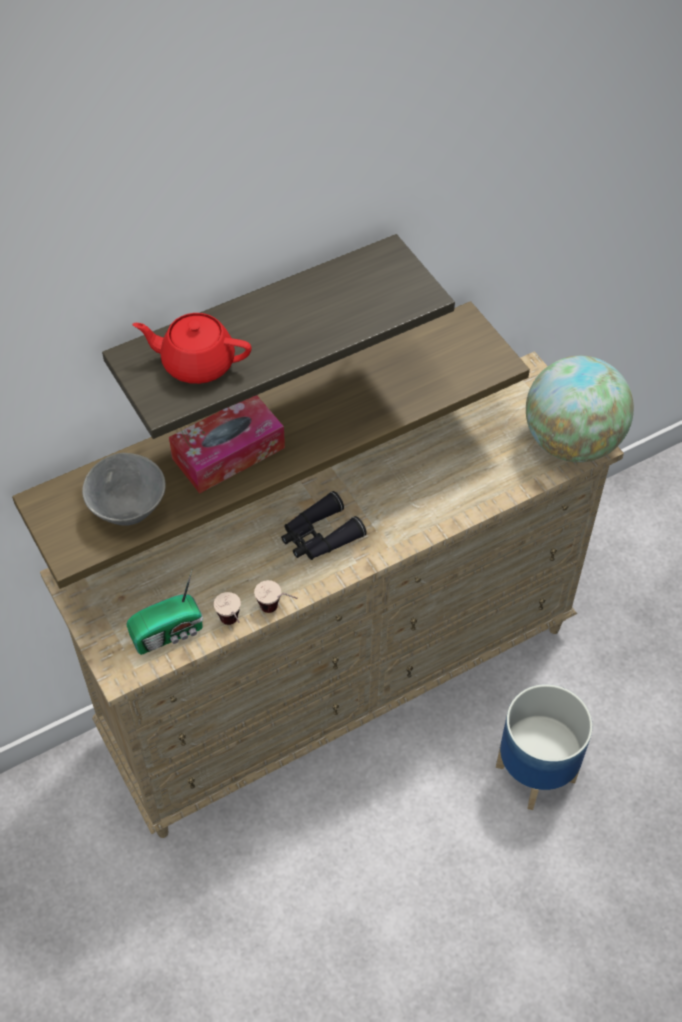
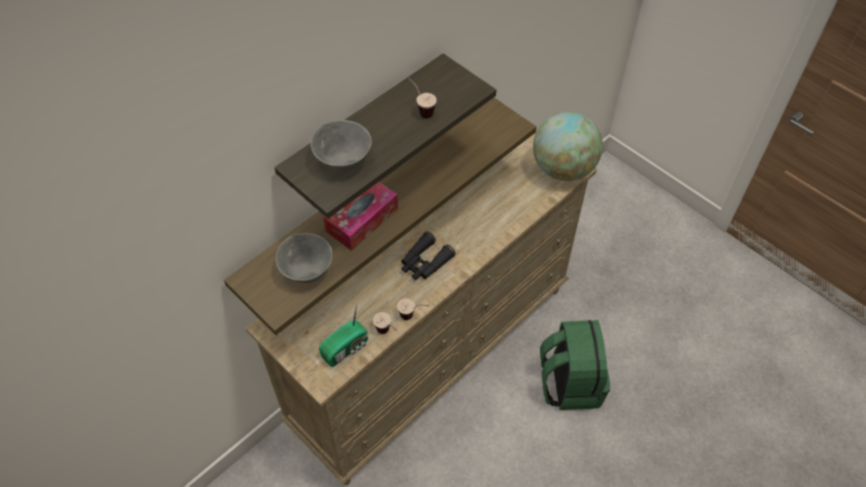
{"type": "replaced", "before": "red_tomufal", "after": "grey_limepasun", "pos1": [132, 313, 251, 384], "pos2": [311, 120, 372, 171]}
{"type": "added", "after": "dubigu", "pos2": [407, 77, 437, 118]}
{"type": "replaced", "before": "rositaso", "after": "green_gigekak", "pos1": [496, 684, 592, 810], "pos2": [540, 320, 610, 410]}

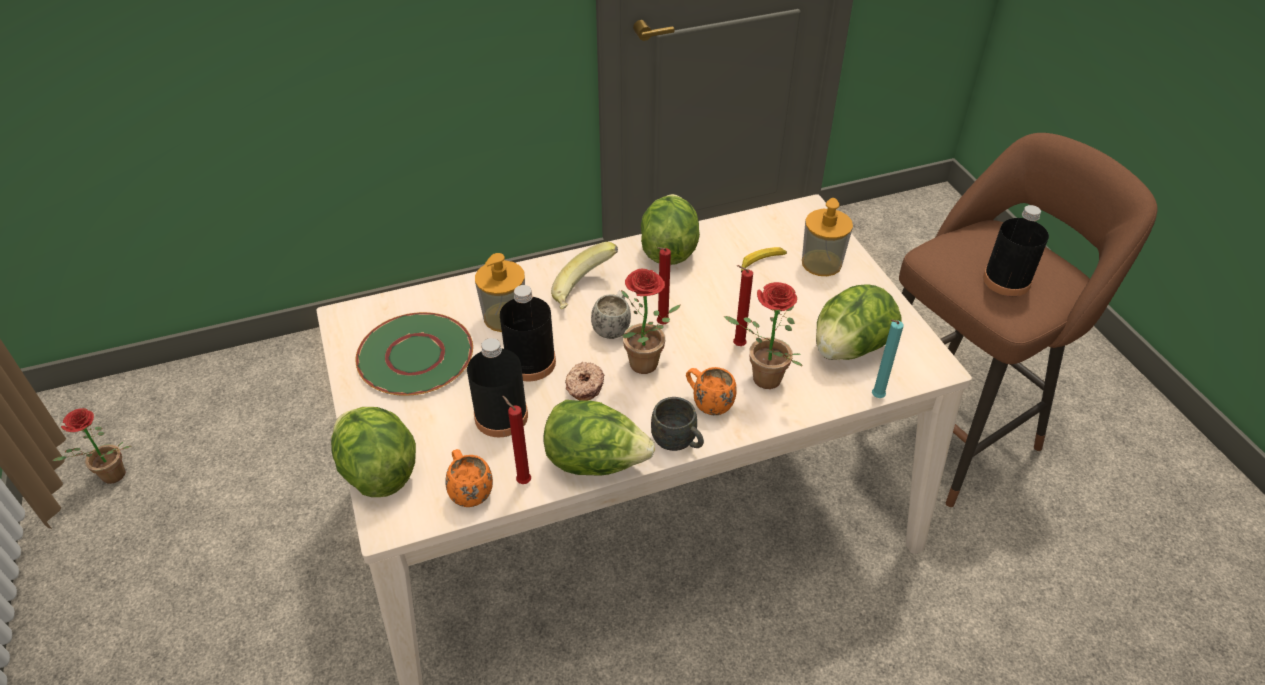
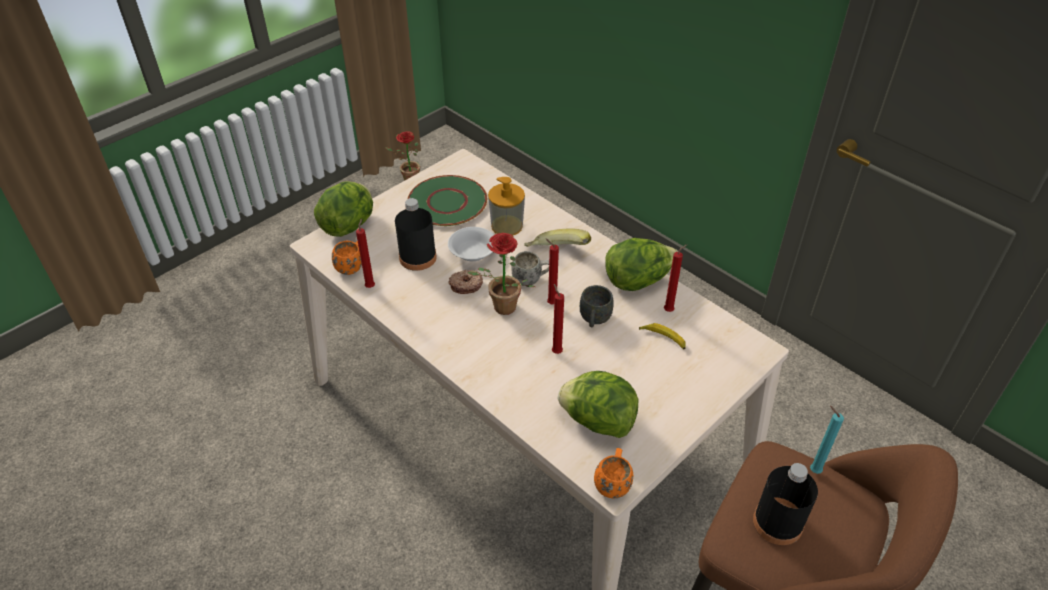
{"type": "replaced", "before": "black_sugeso", "after": "white_limepasun", "pos1": [500, 285, 556, 381], "pos2": [448, 227, 494, 261]}
{"type": "moved", "before": "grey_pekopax", "pos1": [651, 397, 704, 451], "pos2": [580, 285, 614, 327]}
{"type": "moved", "before": "orange_pekopax", "pos1": [686, 367, 737, 415], "pos2": [594, 448, 633, 499]}
{"type": "added", "after": "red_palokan", "pos2": [664, 245, 687, 312]}
{"type": "moved", "before": "turquoise_palokan", "pos1": [872, 319, 904, 398], "pos2": [810, 406, 844, 474]}
{"type": "removed", "before": "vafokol", "pos1": [543, 400, 655, 476]}
{"type": "removed", "before": "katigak", "pos1": [724, 282, 803, 389]}
{"type": "removed", "before": "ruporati", "pos1": [802, 198, 853, 276]}

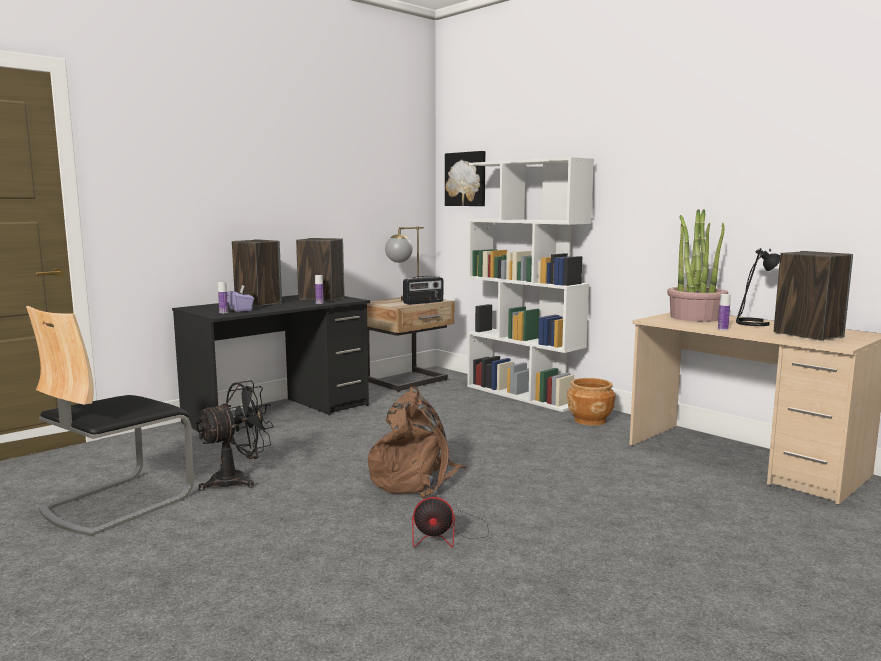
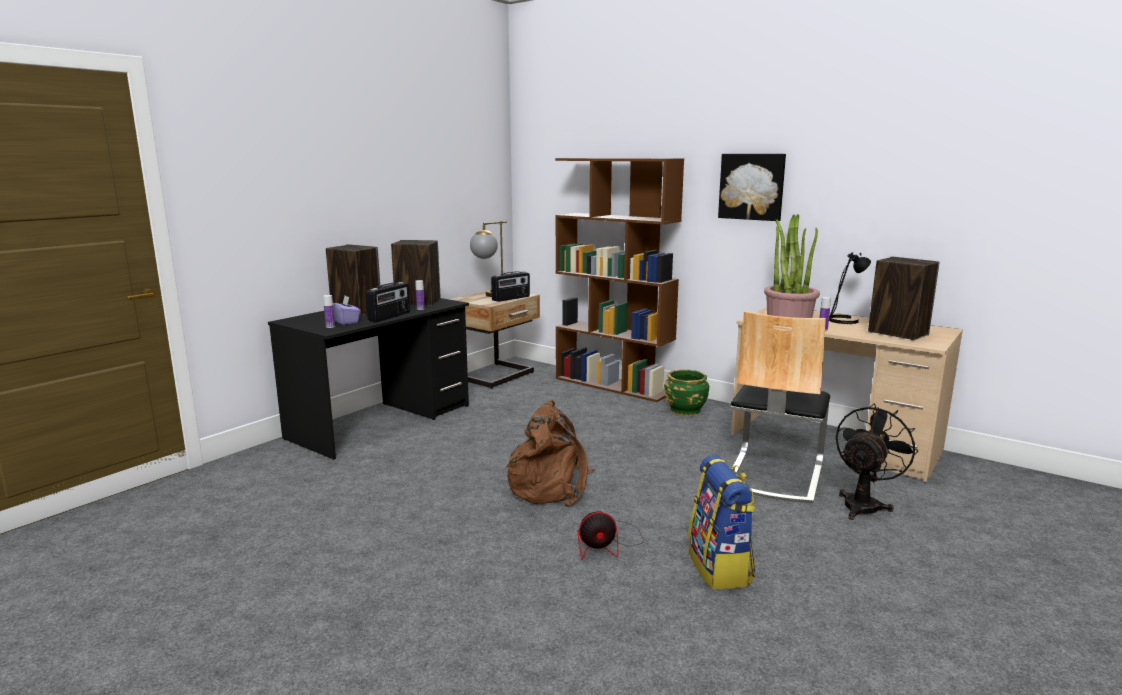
{"type": "added", "after": "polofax", "pos2": [366, 282, 410, 322]}
{"type": "recoloured", "before": "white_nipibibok", "after": "brown_nipibibok", "pos1": [467, 157, 594, 412], "pos2": [555, 158, 684, 402]}
{"type": "recoloured", "before": "brown_rositaso", "after": "green_rositaso", "pos1": [567, 378, 616, 426], "pos2": [664, 370, 709, 416]}
{"type": "added", "after": "gigekak", "pos2": [688, 455, 756, 589]}
{"type": "moved", "before": "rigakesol", "pos1": [445, 151, 485, 206], "pos2": [718, 154, 786, 221]}
{"type": "moved", "before": "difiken", "pos1": [26, 306, 194, 536], "pos2": [731, 311, 830, 503]}
{"type": "moved", "before": "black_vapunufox", "pos1": [195, 380, 274, 491], "pos2": [836, 404, 918, 520]}

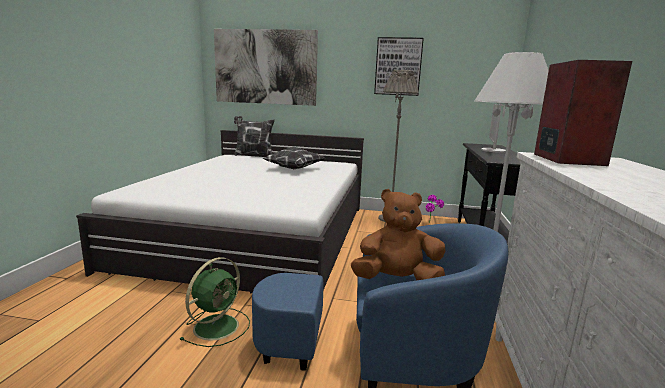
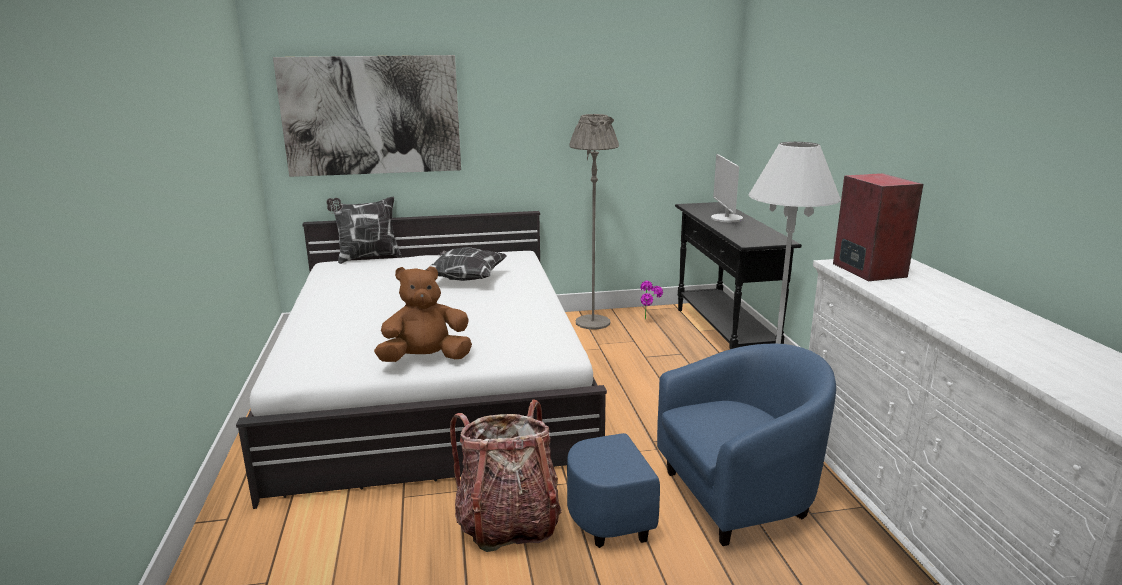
{"type": "moved", "before": "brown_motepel", "pos1": [351, 189, 446, 281], "pos2": [374, 266, 472, 362]}
{"type": "replaced", "before": "green_vapunufox", "after": "gigekak", "pos1": [179, 257, 250, 347], "pos2": [450, 400, 562, 552]}
{"type": "removed", "before": "rigakesol", "pos1": [374, 37, 424, 96]}

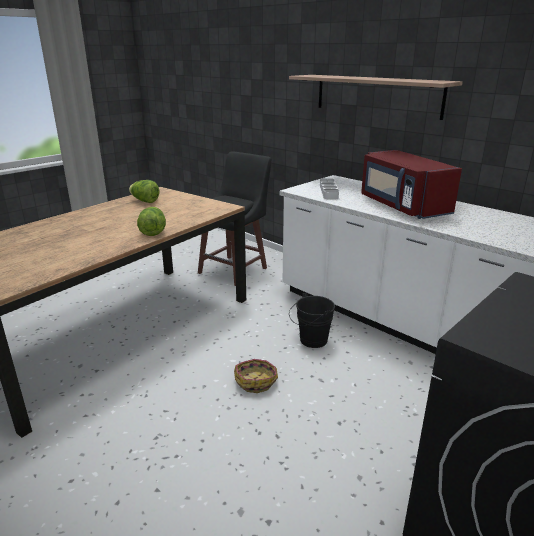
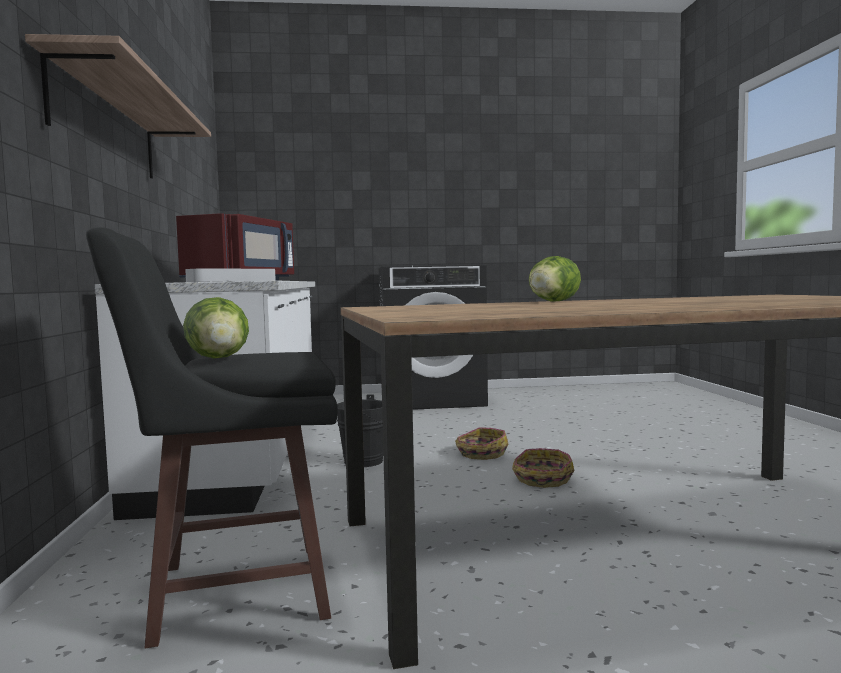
{"type": "moved", "before": "vafokol", "pos1": [129, 180, 159, 203], "pos2": [183, 297, 249, 358]}
{"type": "added", "after": "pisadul", "pos2": [512, 448, 574, 488]}

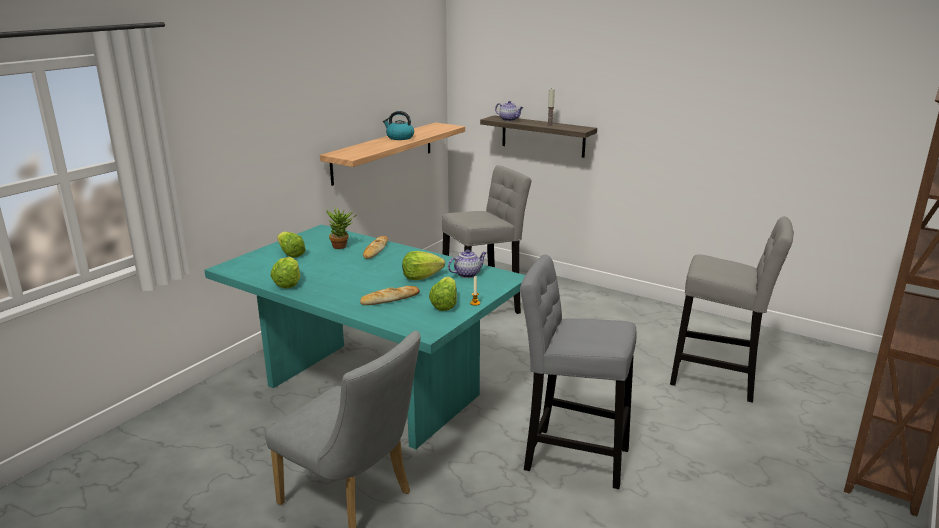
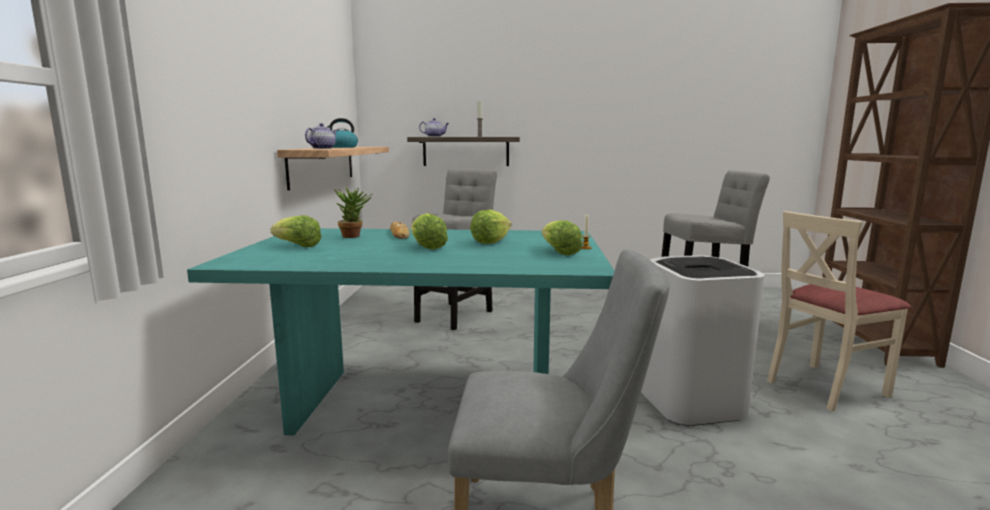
{"type": "moved", "before": "tomufal", "pos1": [448, 250, 487, 278], "pos2": [305, 123, 338, 149]}
{"type": "moved", "before": "vafokol", "pos1": [270, 257, 300, 289], "pos2": [411, 213, 448, 249]}
{"type": "replaced", "before": "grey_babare", "after": "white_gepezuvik", "pos1": [520, 254, 637, 489], "pos2": [641, 255, 764, 426]}
{"type": "added", "after": "beige_difiken", "pos2": [767, 211, 911, 411]}
{"type": "removed", "before": "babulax", "pos1": [360, 286, 420, 305]}

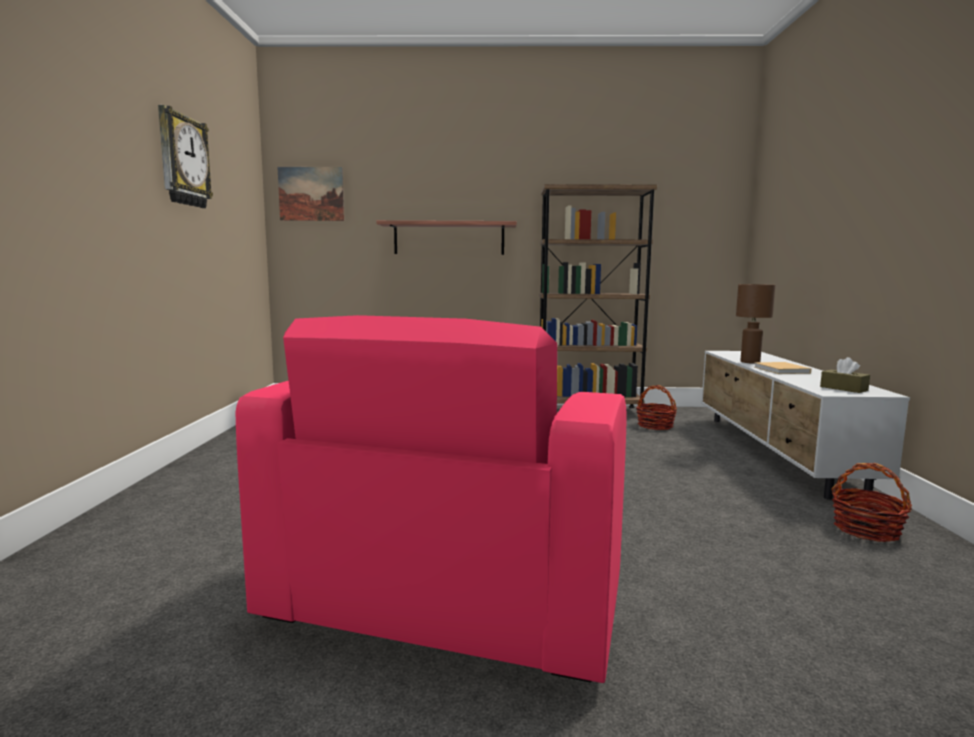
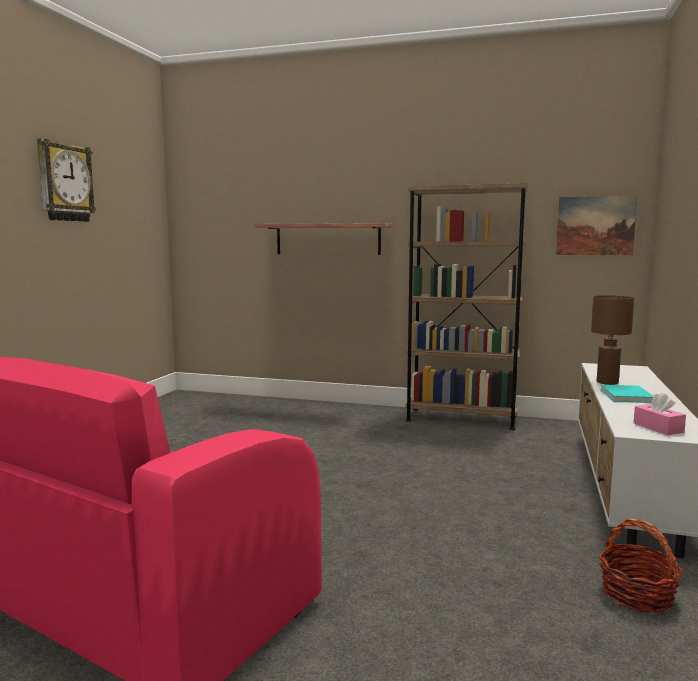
{"type": "moved", "before": "rigakesol", "pos1": [278, 167, 344, 221], "pos2": [556, 196, 637, 255]}
{"type": "recoloured", "before": "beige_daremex", "after": "turquoise_daremex", "pos1": [754, 362, 812, 374], "pos2": [600, 385, 653, 403]}
{"type": "recoloured", "before": "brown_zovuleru", "after": "pink_zovuleru", "pos1": [820, 357, 870, 393], "pos2": [633, 392, 686, 435]}
{"type": "removed", "before": "pisadul", "pos1": [636, 385, 677, 430]}

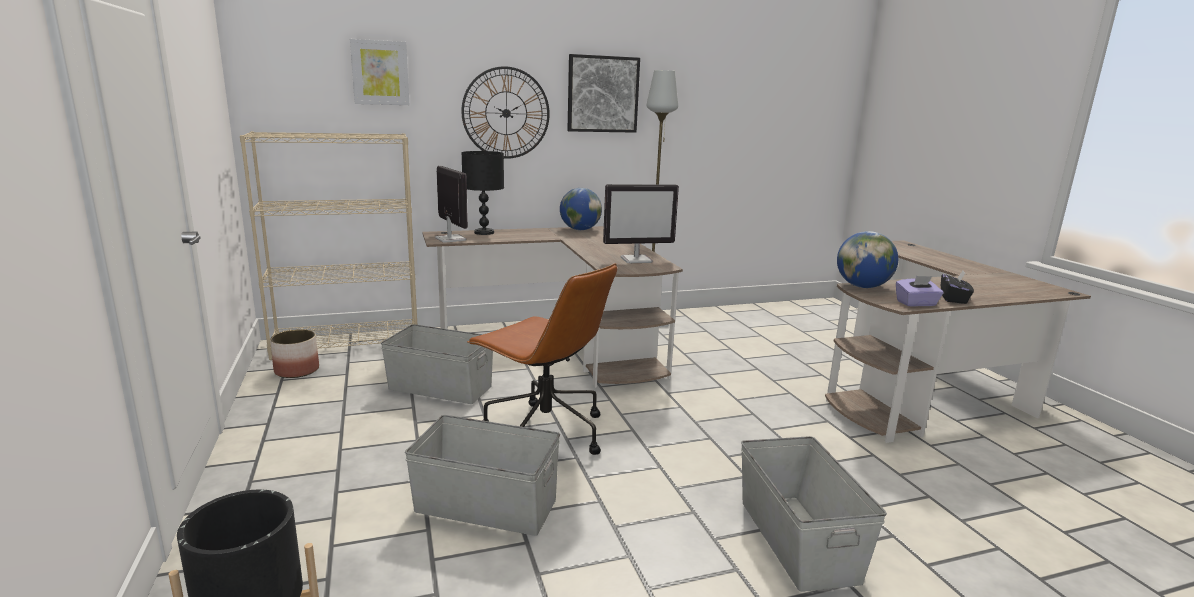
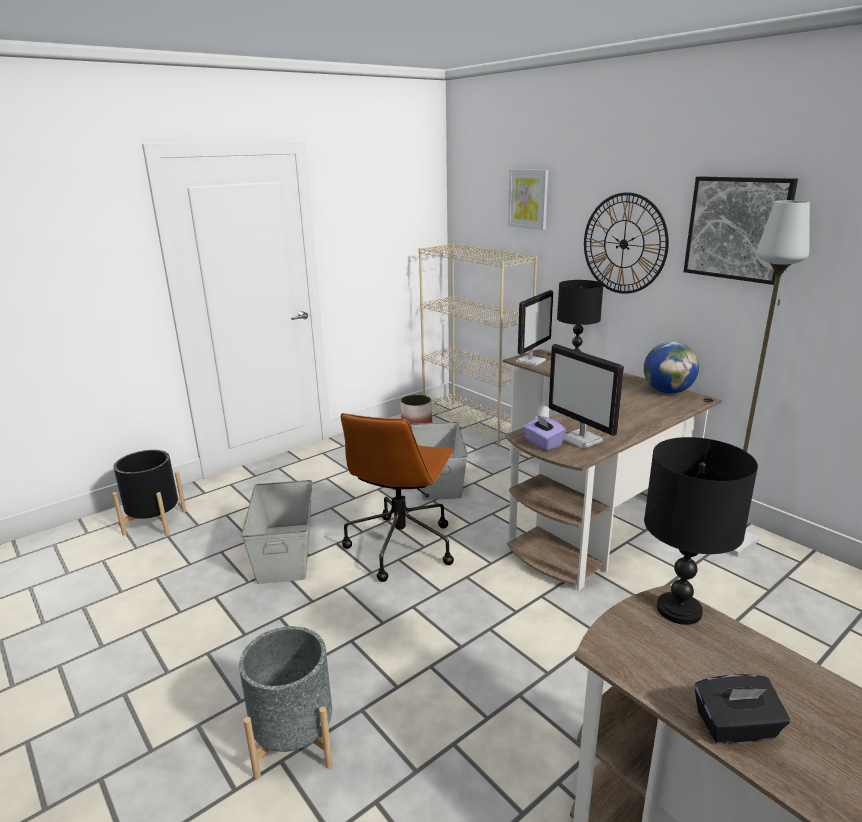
{"type": "replaced", "before": "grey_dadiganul", "after": "grey_rositaso", "pos1": [741, 436, 887, 592], "pos2": [239, 626, 333, 780]}
{"type": "moved", "before": "purple_zovuleru", "pos1": [896, 276, 943, 307], "pos2": [523, 415, 566, 451]}
{"type": "replaced", "before": "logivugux", "after": "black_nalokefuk", "pos1": [837, 231, 898, 288], "pos2": [644, 437, 758, 625]}

